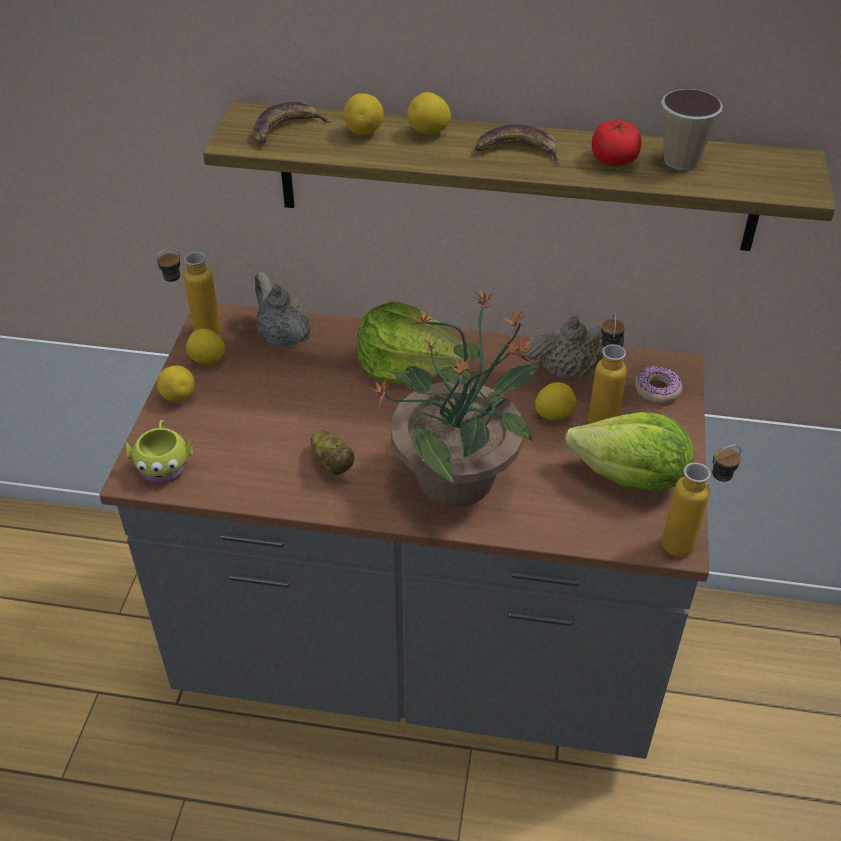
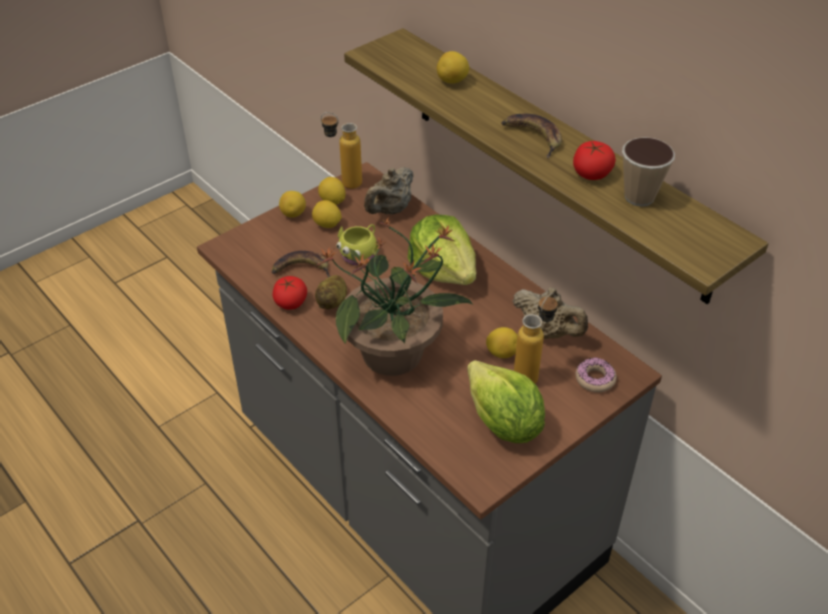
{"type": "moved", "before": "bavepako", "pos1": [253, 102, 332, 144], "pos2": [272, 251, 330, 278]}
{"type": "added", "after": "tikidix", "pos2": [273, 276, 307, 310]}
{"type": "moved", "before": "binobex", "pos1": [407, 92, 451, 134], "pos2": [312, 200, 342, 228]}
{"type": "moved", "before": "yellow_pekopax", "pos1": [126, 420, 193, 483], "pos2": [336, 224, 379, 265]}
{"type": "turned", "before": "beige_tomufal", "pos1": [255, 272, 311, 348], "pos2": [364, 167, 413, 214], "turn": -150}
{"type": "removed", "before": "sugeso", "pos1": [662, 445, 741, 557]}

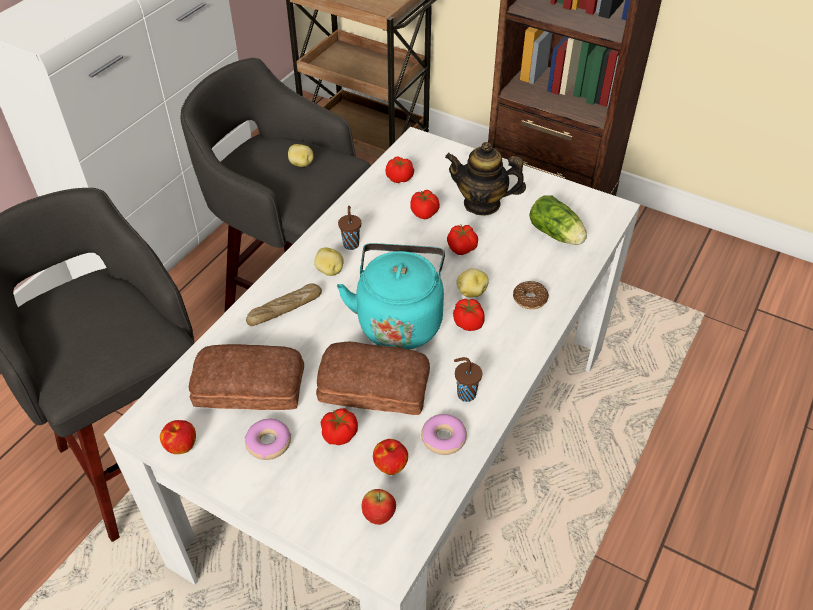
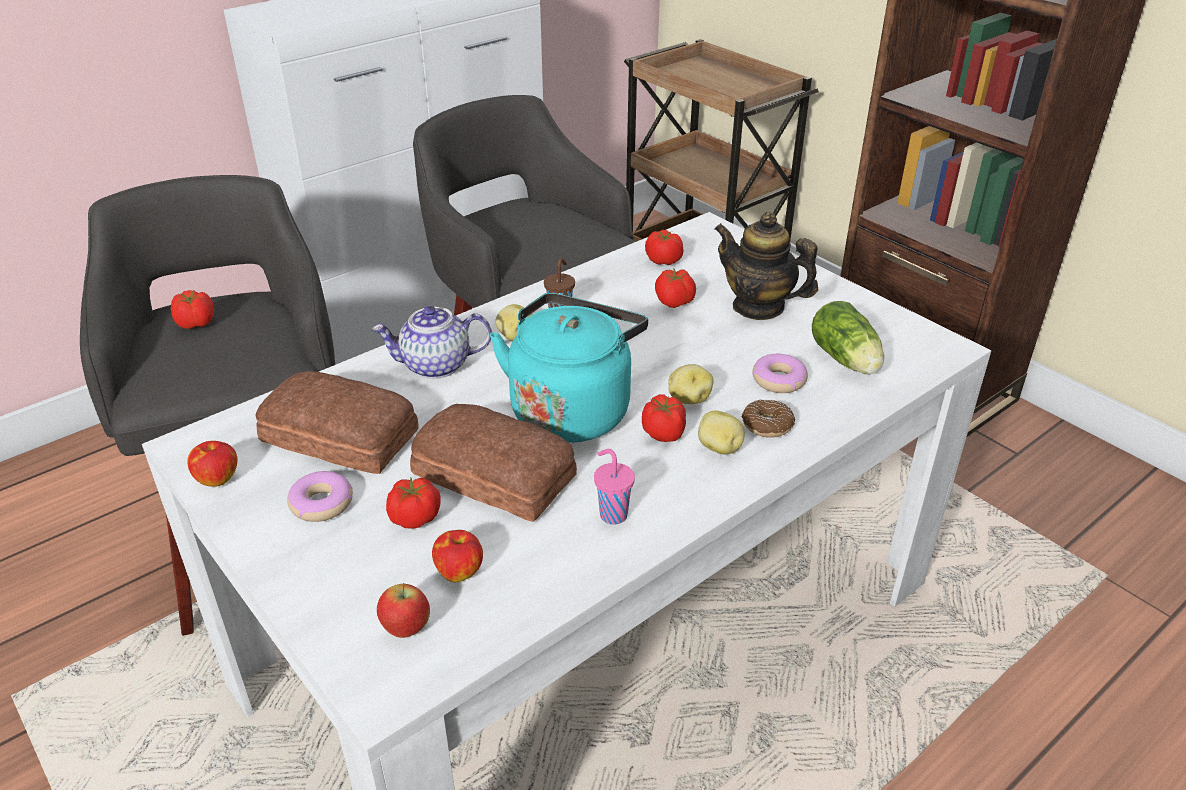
{"type": "moved", "before": "tikidix", "pos1": [447, 225, 478, 255], "pos2": [171, 290, 214, 329]}
{"type": "replaced", "before": "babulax", "after": "tomufal", "pos1": [246, 283, 322, 326], "pos2": [372, 306, 492, 379]}
{"type": "recoloured", "before": "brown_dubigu", "after": "pink_dubigu", "pos1": [454, 357, 482, 402], "pos2": [594, 449, 635, 525]}
{"type": "moved", "before": "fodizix", "pos1": [288, 144, 313, 167], "pos2": [698, 411, 745, 454]}
{"type": "moved", "before": "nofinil", "pos1": [421, 414, 467, 455], "pos2": [753, 354, 808, 393]}

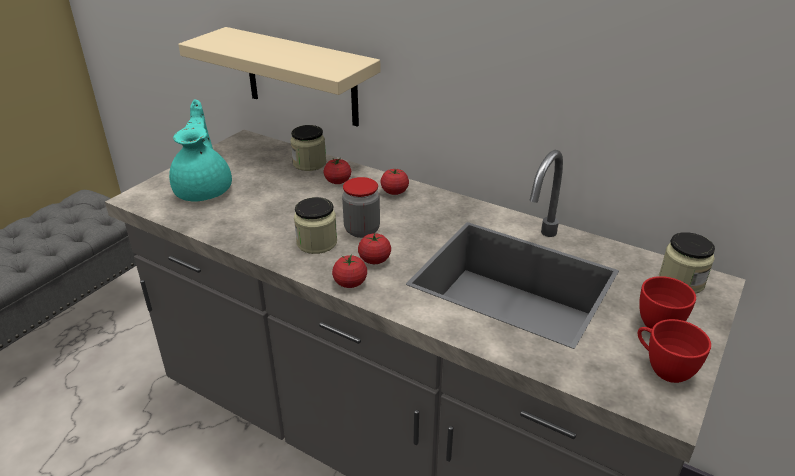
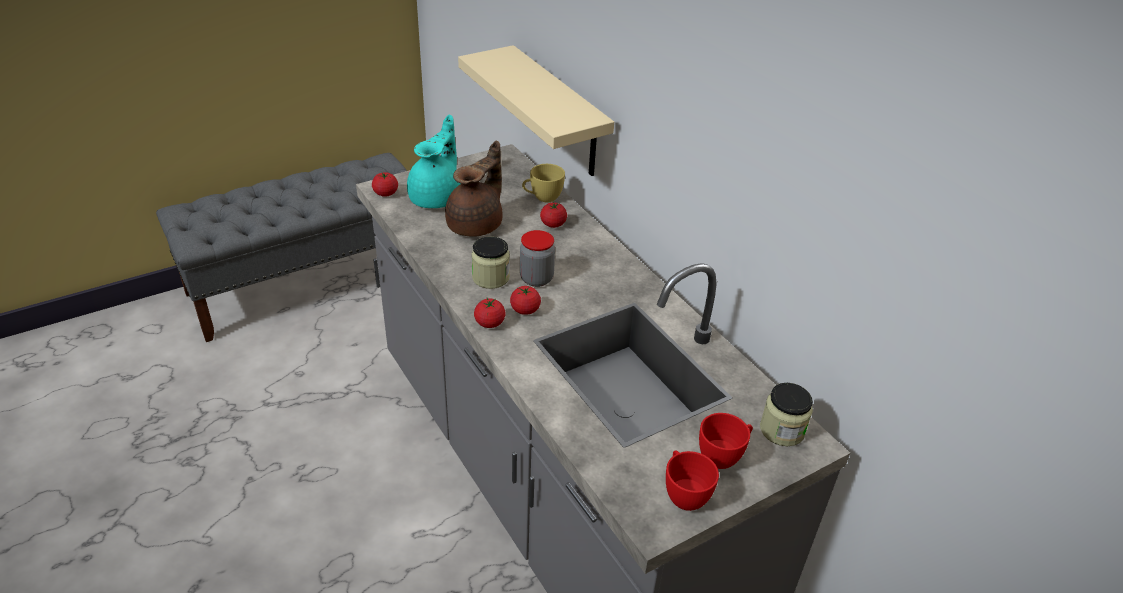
{"type": "moved", "before": "tikidix", "pos1": [380, 169, 409, 195], "pos2": [372, 172, 398, 197]}
{"type": "added", "after": "brown_tomufal", "pos2": [445, 141, 503, 237]}
{"type": "replaced", "before": "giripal", "after": "yellow_dubigu", "pos1": [290, 125, 326, 171], "pos2": [522, 164, 565, 202]}

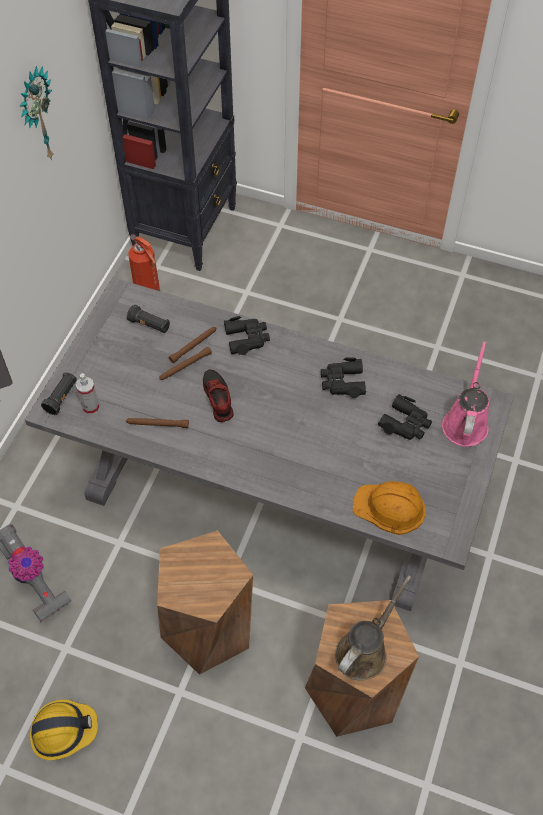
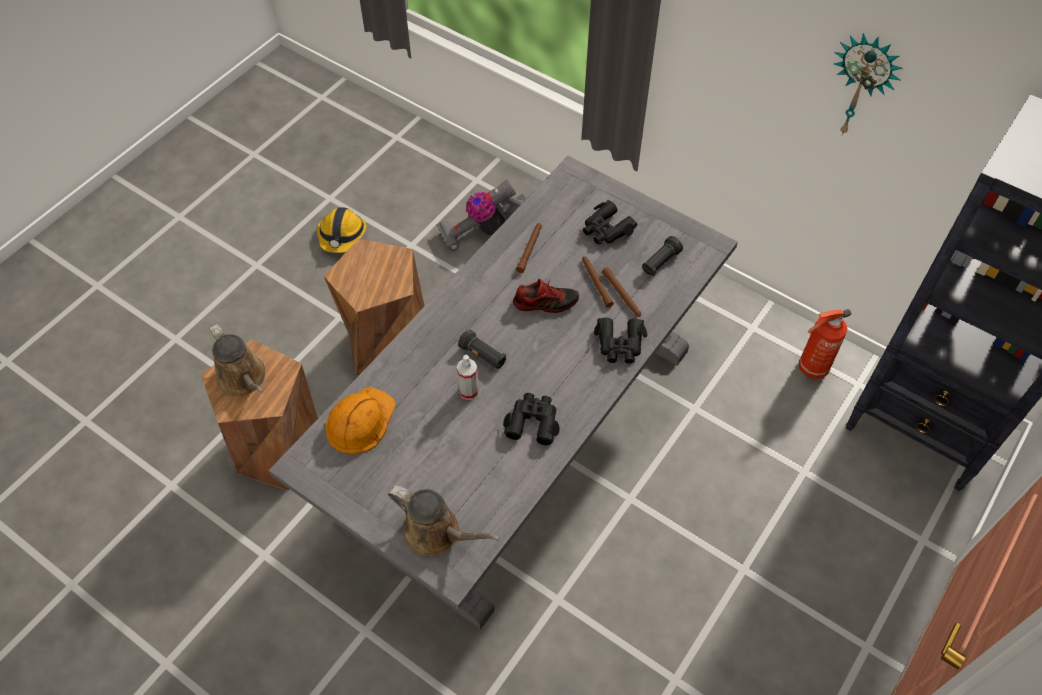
{"type": "recoloured", "before": "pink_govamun", "after": "brown_govamun", "pos1": [442, 341, 489, 447], "pos2": [388, 485, 500, 556]}
{"type": "moved", "before": "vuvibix", "pos1": [76, 373, 100, 414], "pos2": [457, 355, 479, 400]}
{"type": "moved", "before": "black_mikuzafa", "pos1": [41, 373, 77, 415], "pos2": [458, 329, 506, 369]}
{"type": "moved", "before": "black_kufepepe", "pos1": [378, 394, 432, 440], "pos2": [583, 200, 638, 244]}

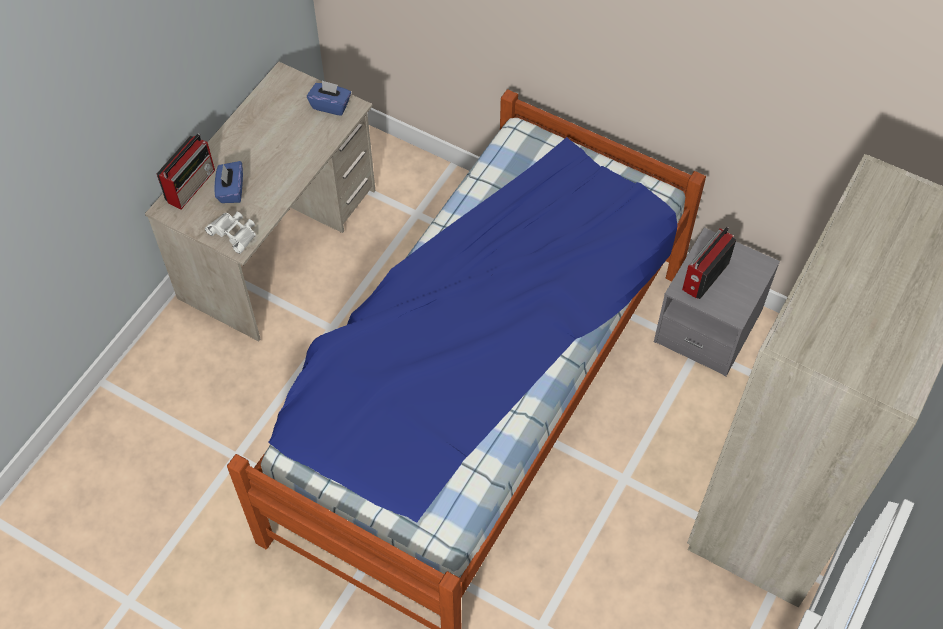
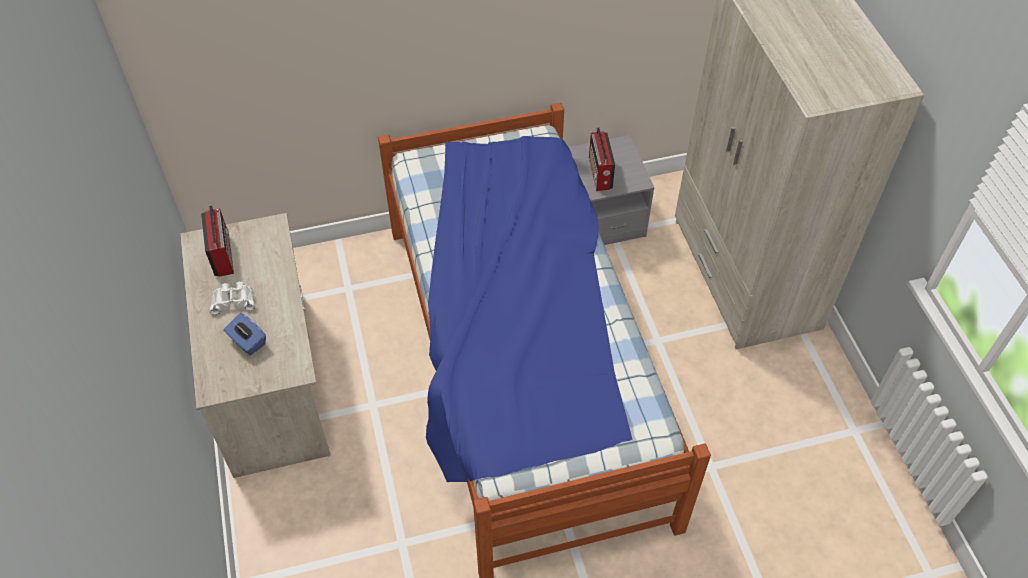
{"type": "moved", "before": "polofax", "pos1": [157, 133, 215, 210], "pos2": [201, 205, 234, 277]}
{"type": "moved", "before": "white_kufepepe", "pos1": [205, 212, 256, 254], "pos2": [210, 281, 255, 315]}
{"type": "removed", "before": "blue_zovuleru", "pos1": [307, 80, 351, 116]}

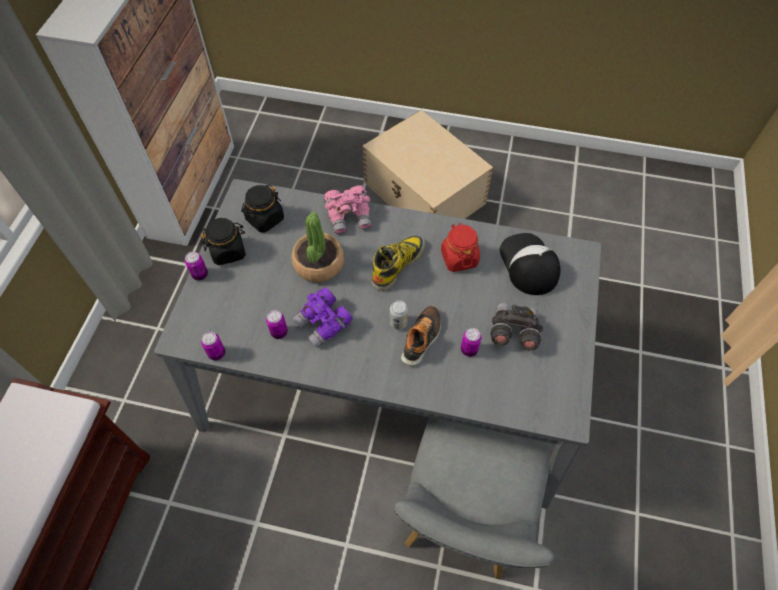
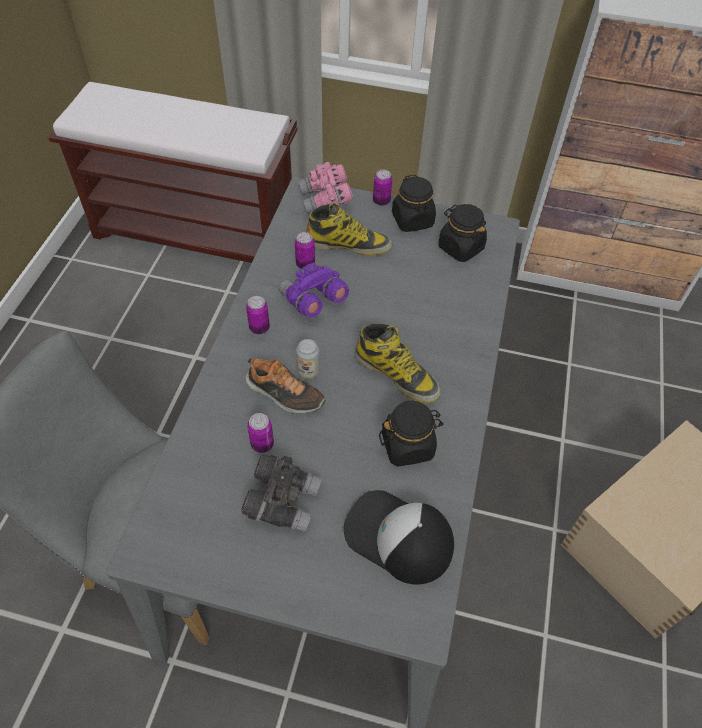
{"type": "moved", "before": "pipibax", "pos1": [201, 332, 225, 361], "pos2": [246, 296, 270, 334]}
{"type": "moved", "before": "pink_kufepepe", "pos1": [324, 185, 371, 233], "pos2": [299, 162, 353, 214]}
{"type": "added", "after": "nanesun", "pos2": [306, 202, 392, 256]}
{"type": "turned", "before": "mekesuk", "pos1": [499, 233, 561, 295], "pos2": [343, 490, 454, 585], "turn": -135}
{"type": "recoloured", "before": "red_giripal", "after": "black_giripal", "pos1": [441, 223, 480, 272], "pos2": [379, 401, 444, 467]}
{"type": "removed", "before": "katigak", "pos1": [292, 212, 344, 282]}

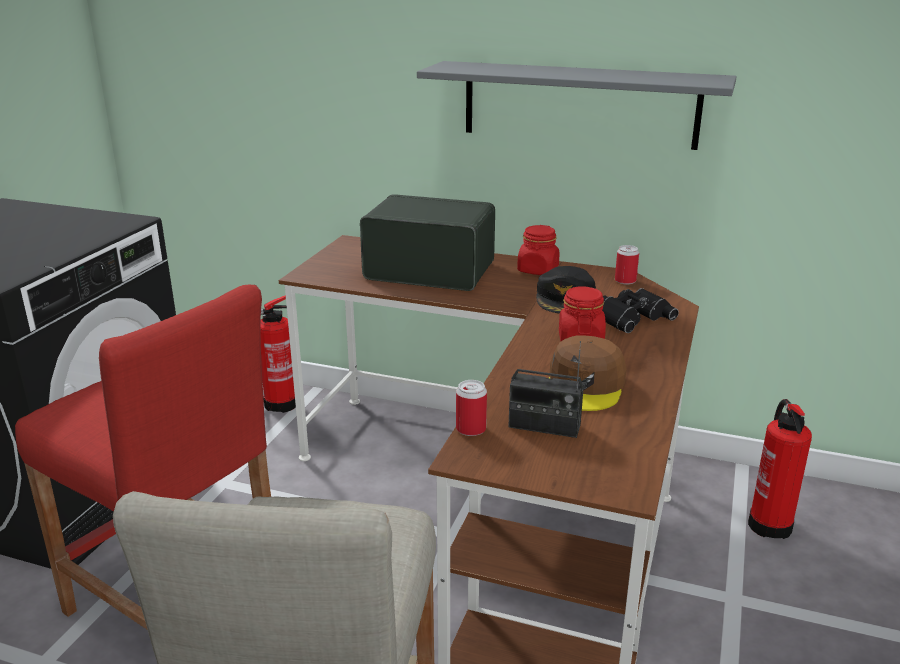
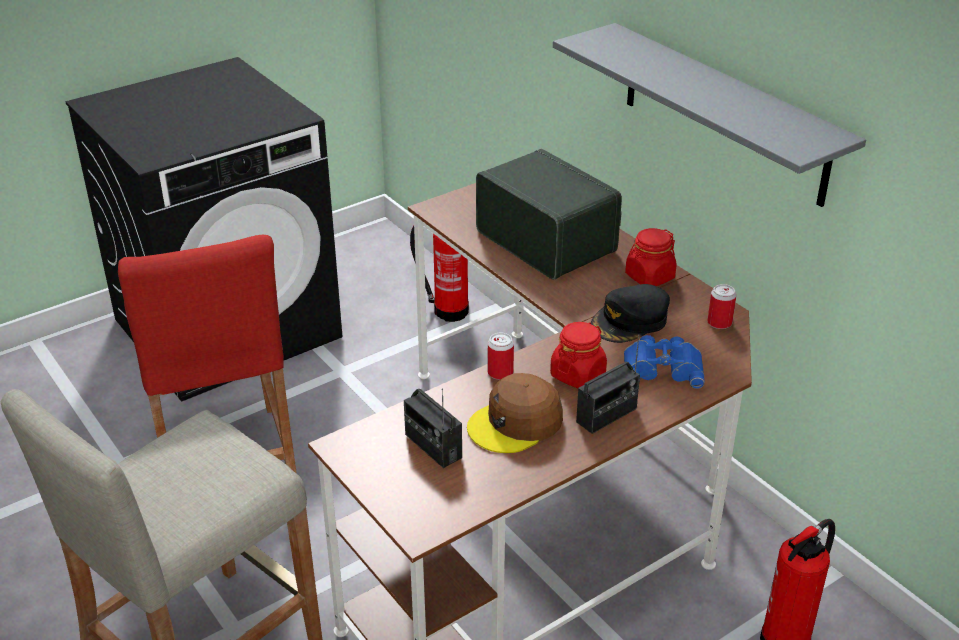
{"type": "moved", "before": "pipibax", "pos1": [456, 380, 487, 436], "pos2": [488, 333, 514, 380]}
{"type": "added", "after": "polofax", "pos2": [576, 334, 640, 434]}
{"type": "recoloured", "before": "black_kufepepe", "after": "blue_kufepepe", "pos1": [602, 288, 679, 333], "pos2": [624, 335, 705, 389]}

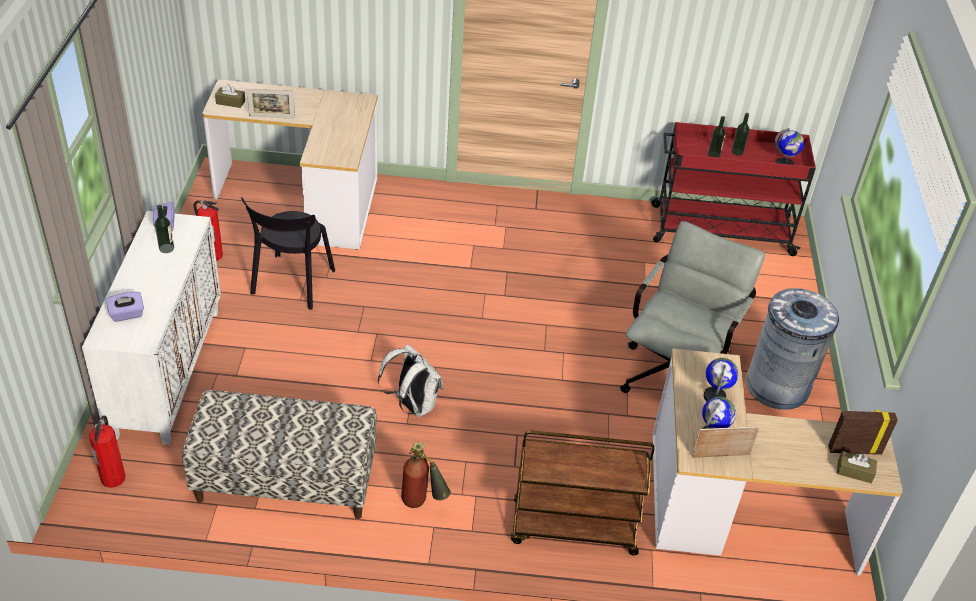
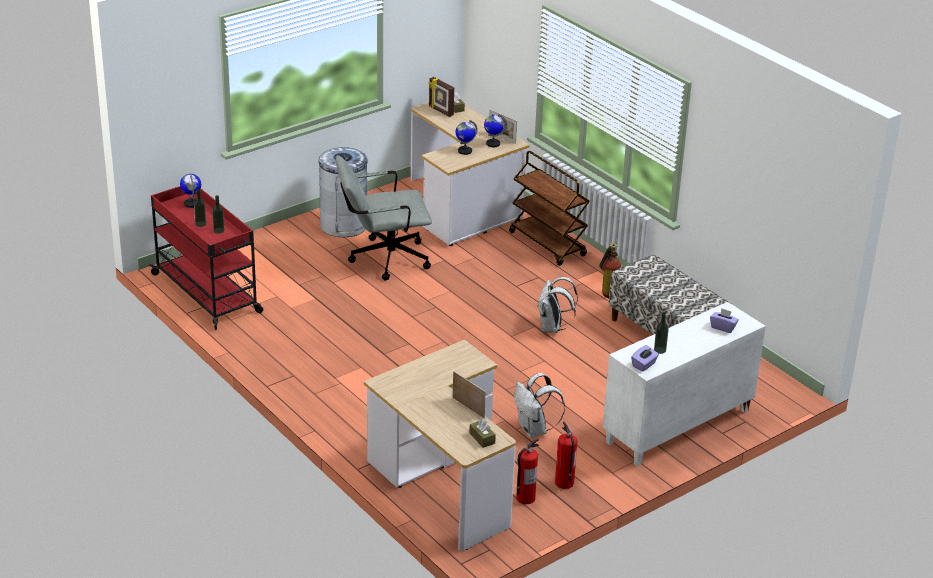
{"type": "replaced", "before": "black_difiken", "after": "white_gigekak", "pos1": [241, 197, 335, 310], "pos2": [514, 373, 565, 438]}
{"type": "moved", "before": "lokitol", "pos1": [89, 415, 125, 488], "pos2": [516, 438, 539, 504]}

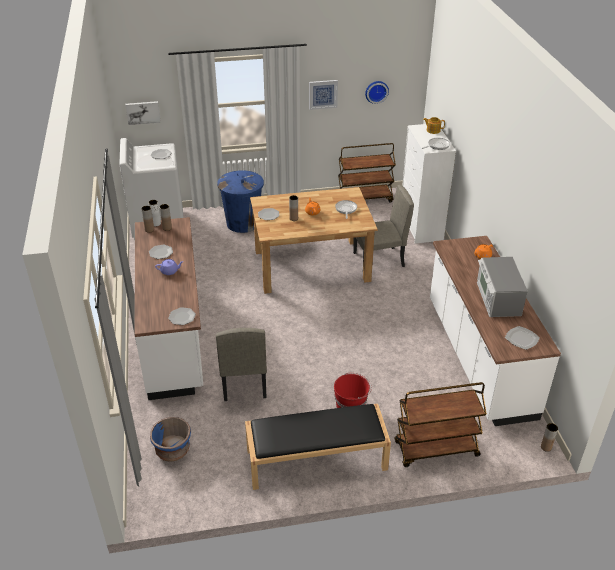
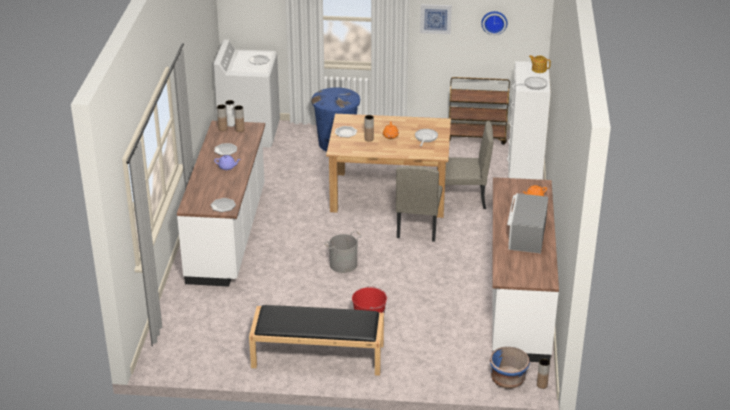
{"type": "added", "after": "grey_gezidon", "pos2": [324, 231, 362, 273]}
{"type": "moved", "before": "beige_difiken", "pos1": [216, 328, 267, 401], "pos2": [396, 166, 443, 242]}
{"type": "moved", "before": "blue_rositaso", "pos1": [150, 417, 191, 462], "pos2": [490, 347, 530, 389]}
{"type": "removed", "before": "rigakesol", "pos1": [125, 101, 161, 125]}
{"type": "removed", "before": "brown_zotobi", "pos1": [394, 382, 487, 467]}
{"type": "removed", "before": "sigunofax", "pos1": [505, 326, 540, 350]}

